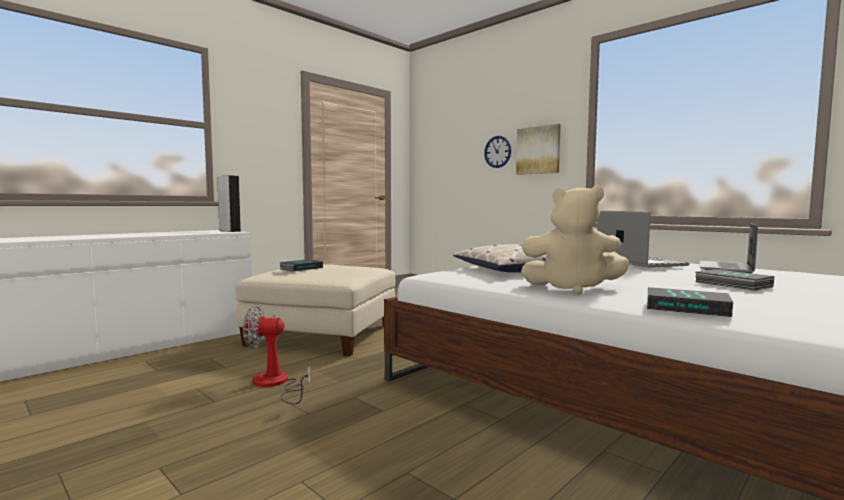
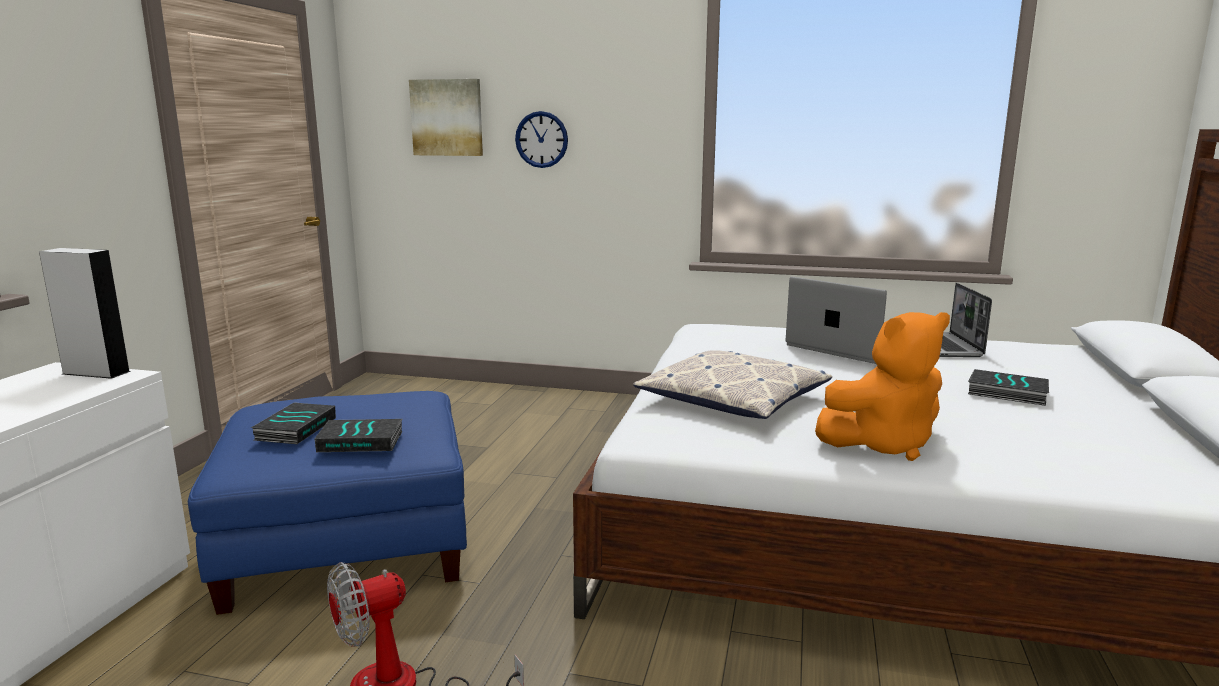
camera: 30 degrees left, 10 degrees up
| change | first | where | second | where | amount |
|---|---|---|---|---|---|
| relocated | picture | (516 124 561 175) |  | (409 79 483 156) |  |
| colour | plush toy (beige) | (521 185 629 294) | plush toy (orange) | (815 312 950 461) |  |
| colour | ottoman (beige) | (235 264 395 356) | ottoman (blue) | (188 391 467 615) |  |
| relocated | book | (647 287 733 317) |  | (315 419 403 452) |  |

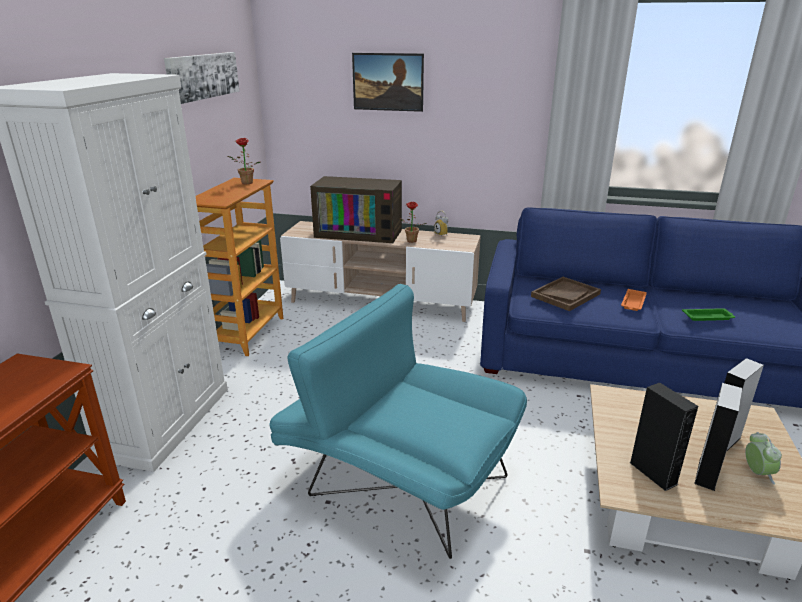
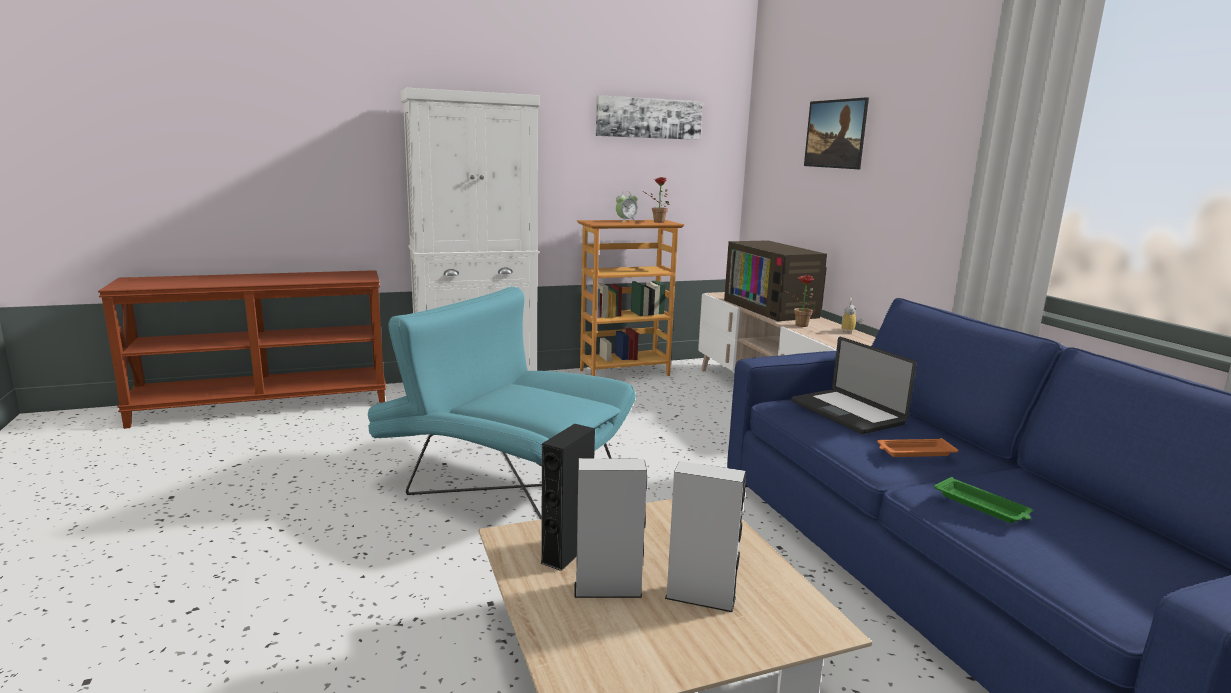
camera: 55 degrees right, 10 degrees down
| change | first | where | second | where | amount |
|---|---|---|---|---|---|
| exchanged | tray (brown) | (531 277 601 311) | laptop | (791 337 916 434) |  |
| spun | armchair (turquoise) | (269 284 527 559) |  | (367 287 636 519) | 60 degrees counterclockwise |
| relocated | alarm clock | (745 432 782 485) |  | (616 191 638 222) |  |

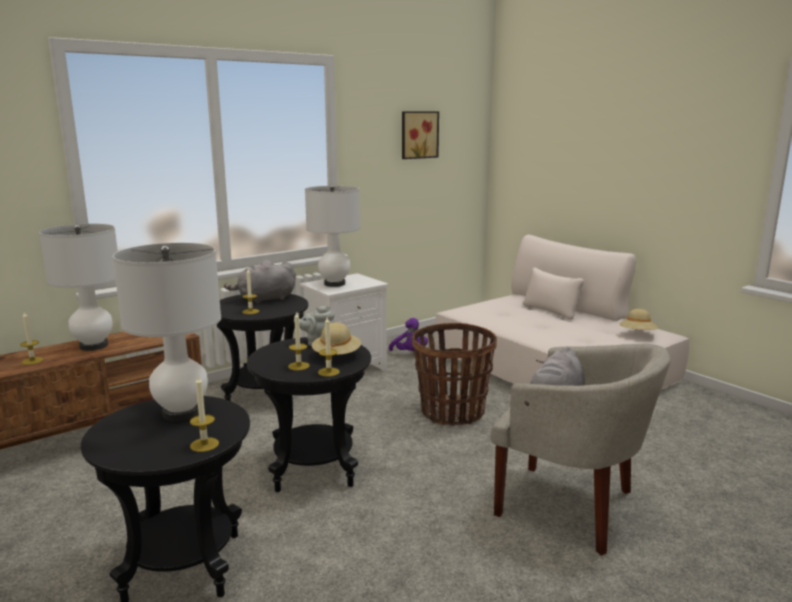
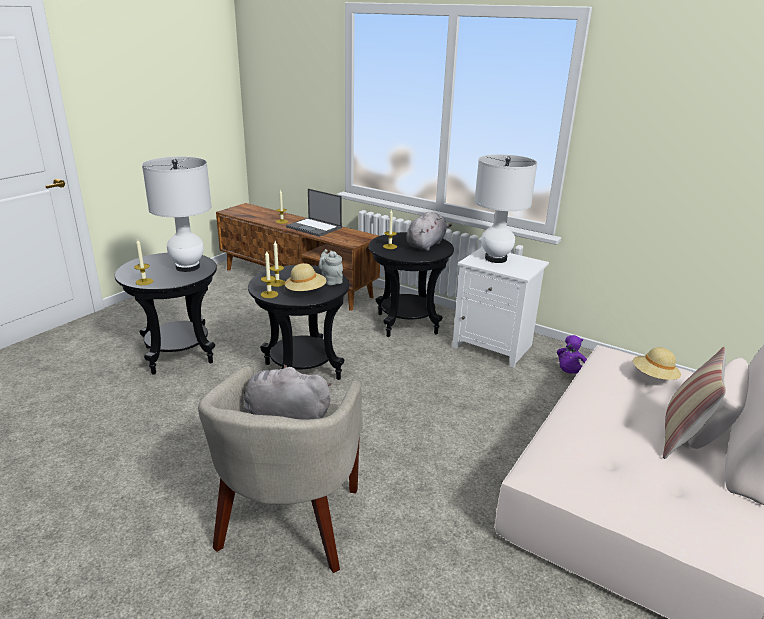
camera: 70 degrees right, 10 degrees up
| change | first | where | second | where | amount |
|---|---|---|---|---|---|
| missing | picture | (402 111 439 159) |  |  |  |
| exchanged | table lamp (white) | (39 224 118 351) | laptop | (286 189 342 237) |  |
| spun | plush toy (grey) | (224 260 296 304) |  | (406 212 452 251) | 75 degrees clockwise |
| relocated | hat (beige) | (619 309 658 330) |  | (633 347 681 380) |  |
| missing | basket | (412 323 497 425) |  |  |  |
| appeared |  |  | pillow | (663 347 726 459) |  |

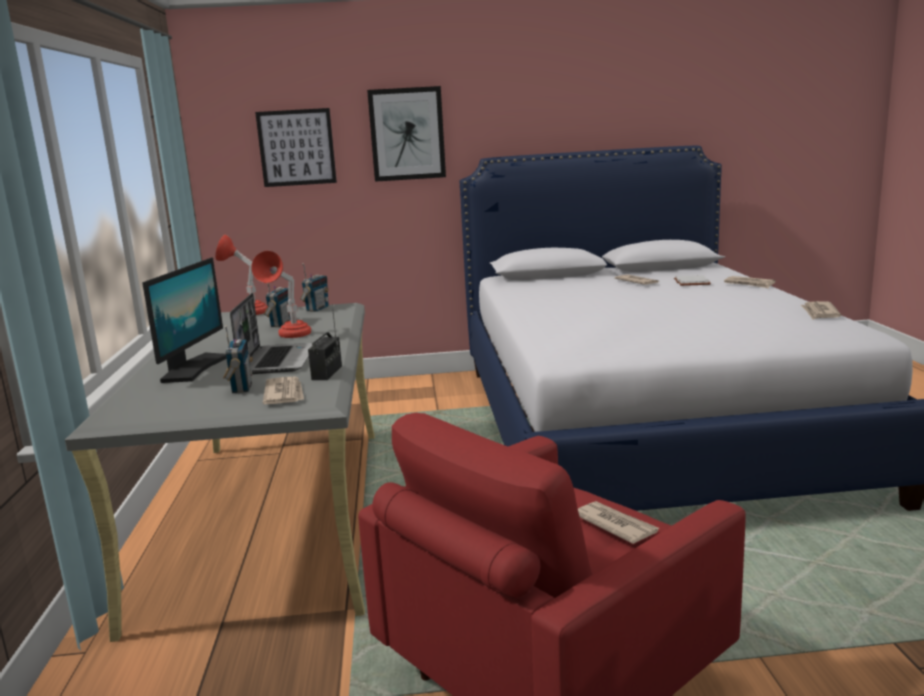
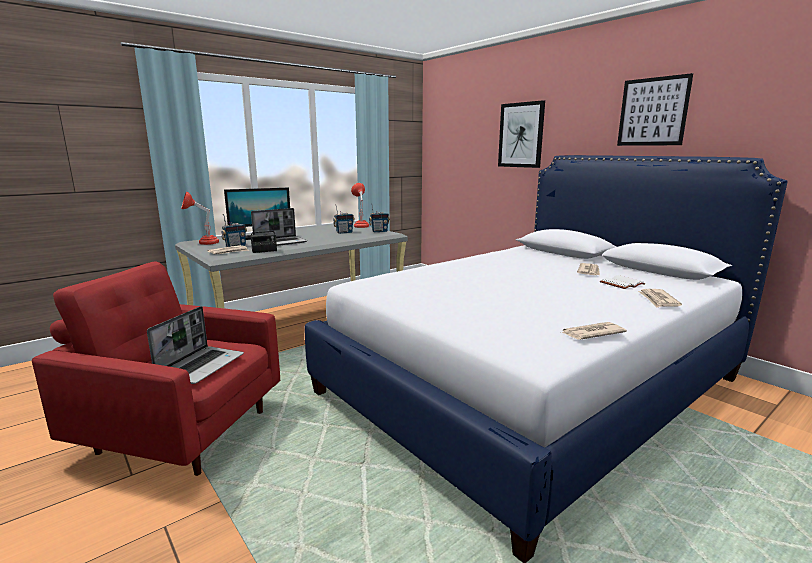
camera: 55 degrees right, 0 degrees up
| change | first | where | second | where | amount |
|---|---|---|---|---|---|
| relocated | picture | (255 108 337 187) |  | (617 73 693 146) |  |
| relocated | table lamp (red) | (251 251 311 338) |  | (181 191 219 245) |  |
| exchanged | newspaper | (578 501 659 544) | laptop | (147 306 244 384) |  |

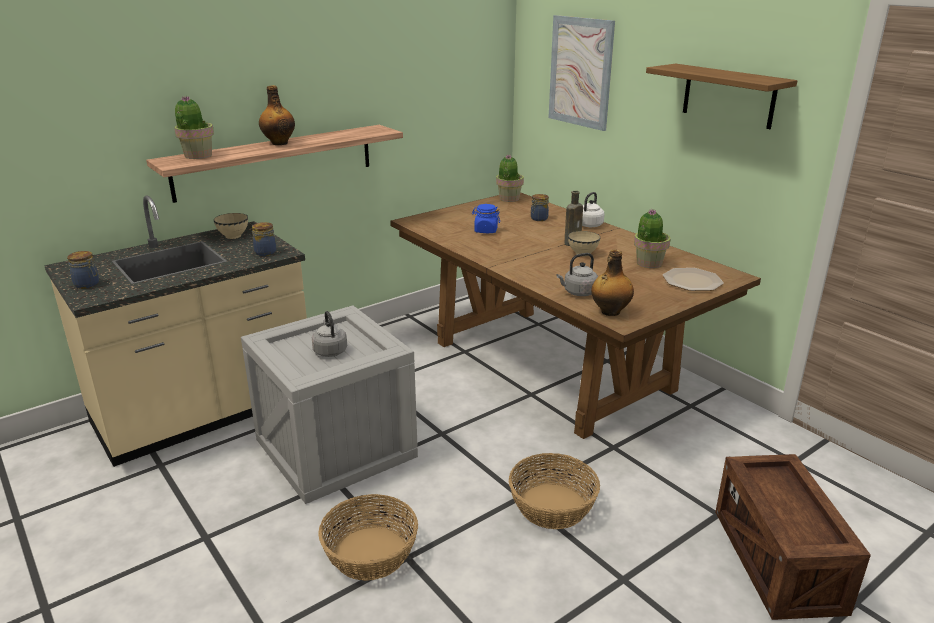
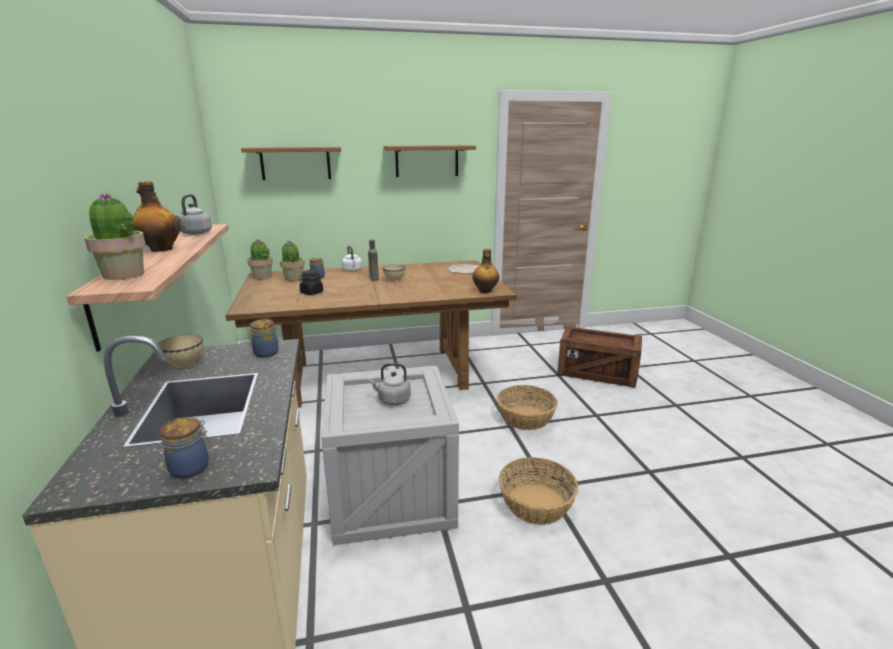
camera: 65 degrees left, 5 degrees down
| change | first | where | second | where | amount |
|---|---|---|---|---|---|
| exchanged | picture | (548 15 615 131) | shelf | (241 147 341 180) |  |
| colour | jar (blue) | (472 204 500 233) | jar (black) | (299 270 323 295) |  |
| relocated | potted plant | (634 209 671 268) |  | (280 241 305 281) |  |
| relocated | kettle (grey) | (556 253 598 296) |  | (176 194 212 235) |  |

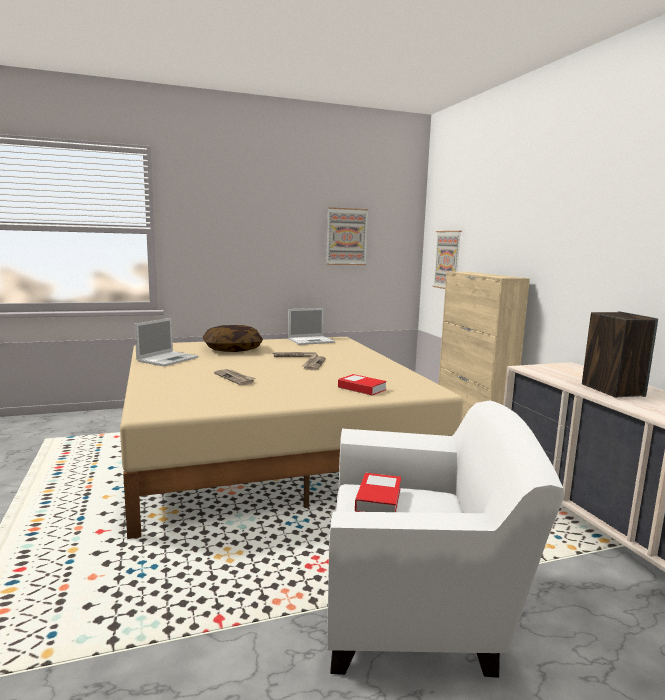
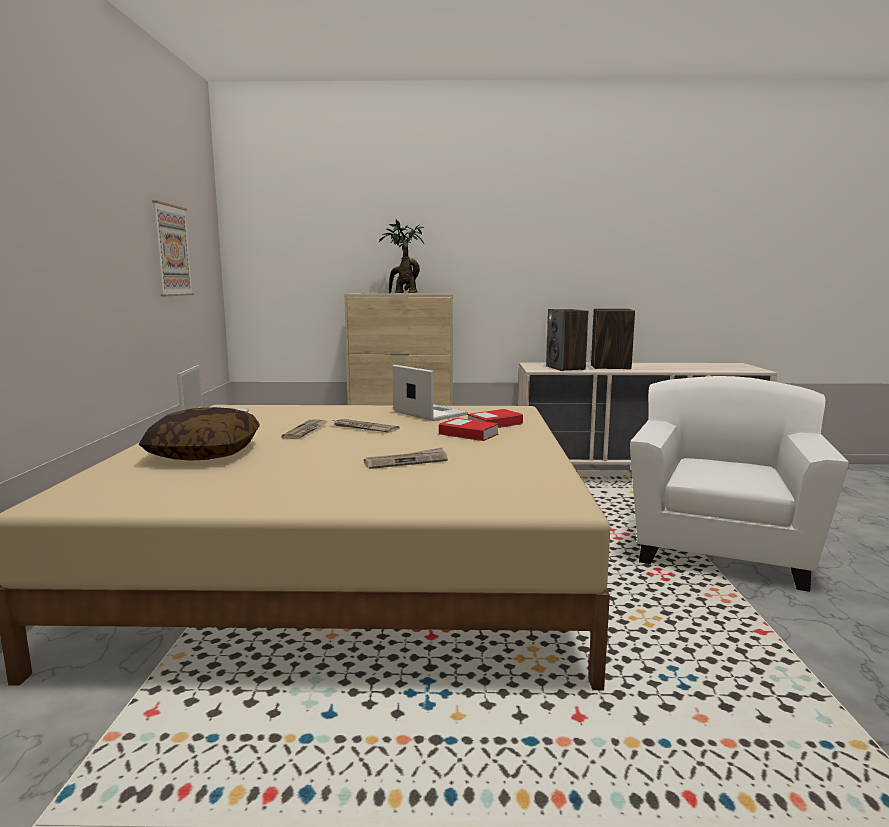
camera: 70 degrees left, 0 degrees up
| change | first | where | second | where | amount |
|---|---|---|---|---|---|
| missing | picture | (432 231 462 289) |  |  |  |
| relocated | laptop | (134 318 199 366) |  | (392 365 468 421) |  |
| relocated | book | (355 473 401 512) |  | (439 418 499 441) |  |
| appeared |  |  | potted plant | (379 220 424 293) |  |
| appeared |  |  | speaker | (546 309 588 371) |  |

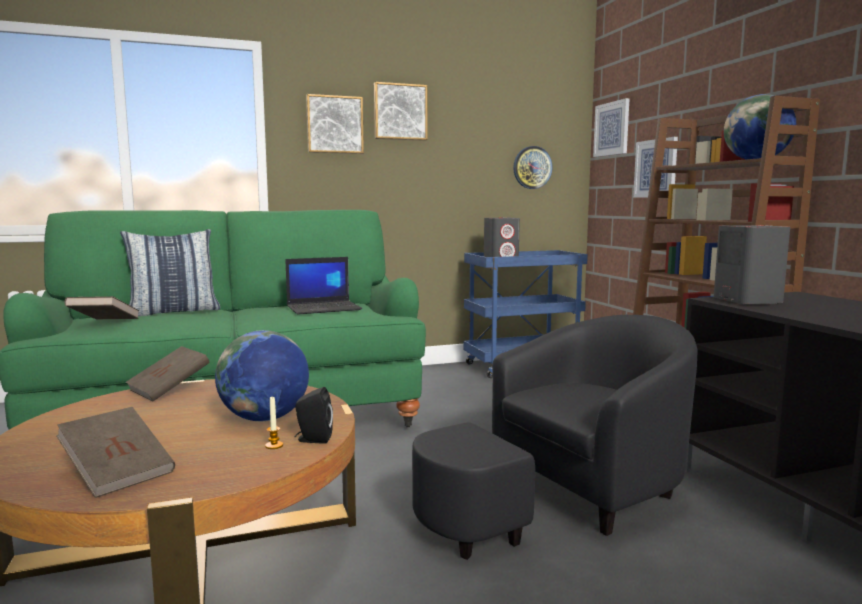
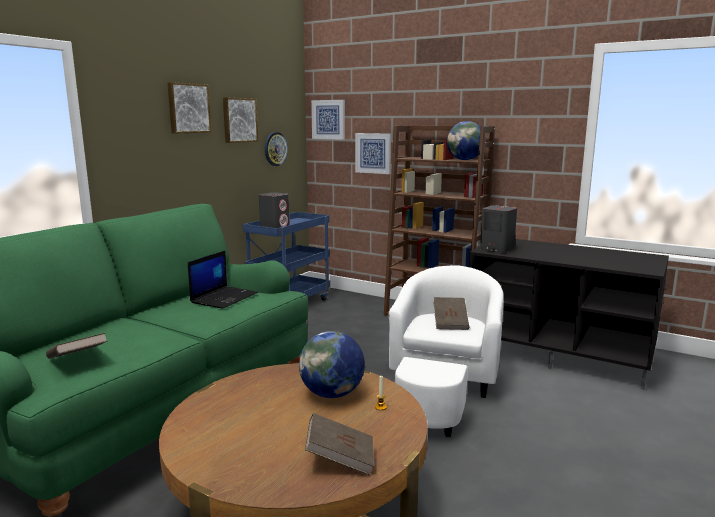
camera: 40 degrees left, 5 degrees up
| change | first | where | second | where | amount |
|---|---|---|---|---|---|
| relocated | picture | (306 94 364 154) |  | (223 97 258 143) |  |
| missing | pillow | (120 229 220 316) |  |  |  |
| colour | armchair (black) | (412 315 697 560) | armchair (white) | (389 265 504 437) |  |
| relocated | book (brown) | (125 346 210 402) |  | (433 297 469 330) |  |
| missing | speaker (black) | (294 387 333 444) |  |  |  |

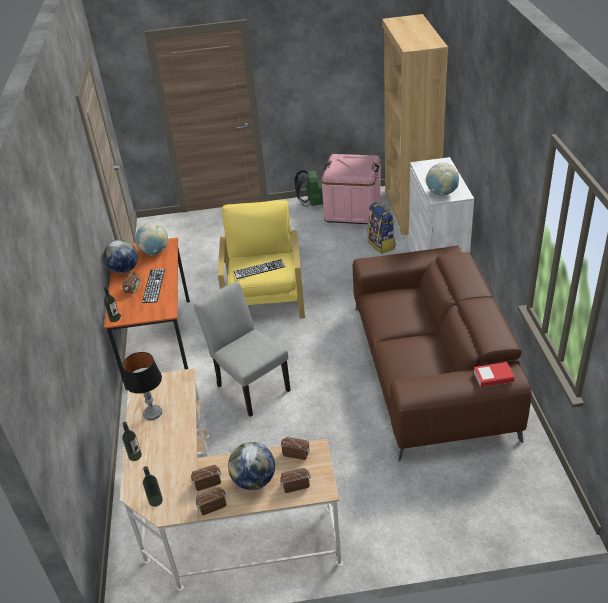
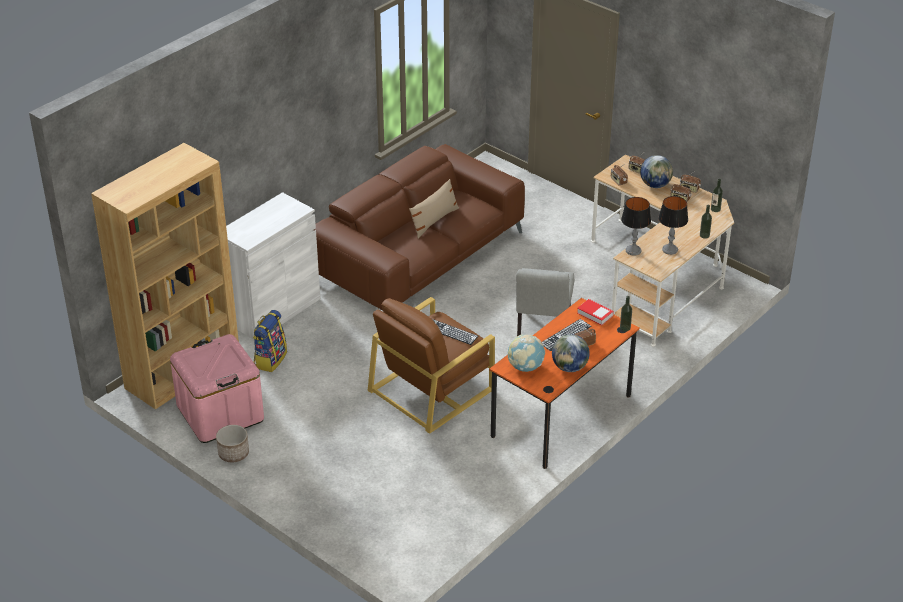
camera: 135 degrees left, 0 degrees up
| change | first | where | second | where | amount |
|---|---|---|---|---|---|
| missing | globe | (425 162 459 196) |  |  |  |
| exchanged | backpack (green) | (294 170 323 207) | planter | (216 425 249 462) |  |
| colour | armchair (yellow) | (218 200 305 318) | armchair (brown) | (367 297 495 434) |  |
| relocated | book | (474 362 515 387) |  | (577 299 614 326) |  |
| appeared |  |  | pillow (beige) | (409 179 459 239) |  |
| appeared |  |  | table lamp | (621 197 651 256) |  |

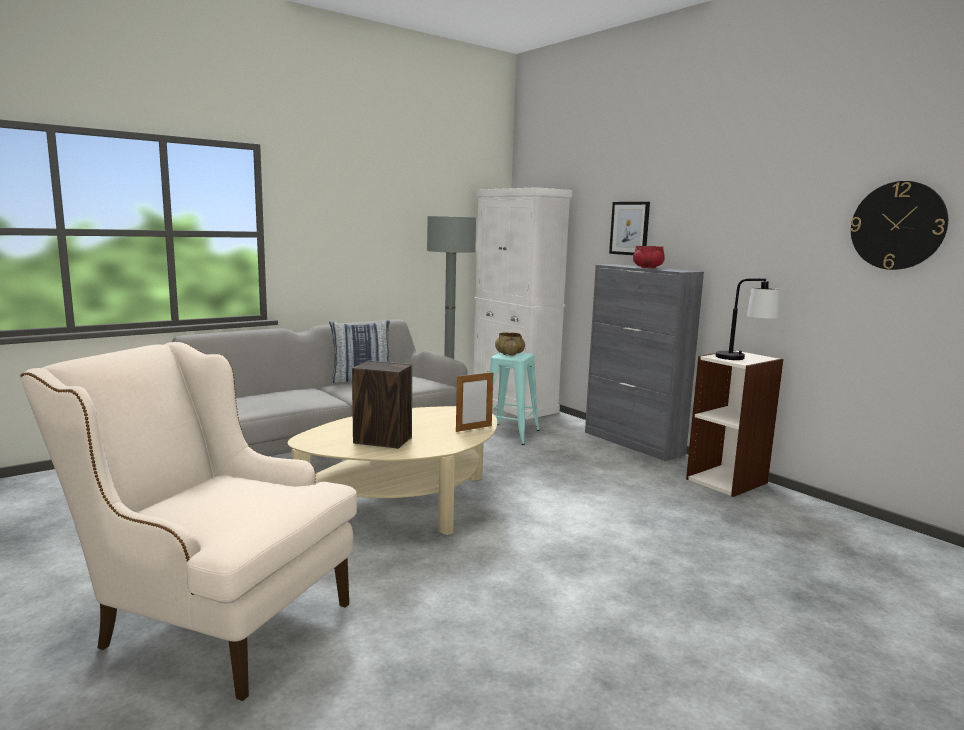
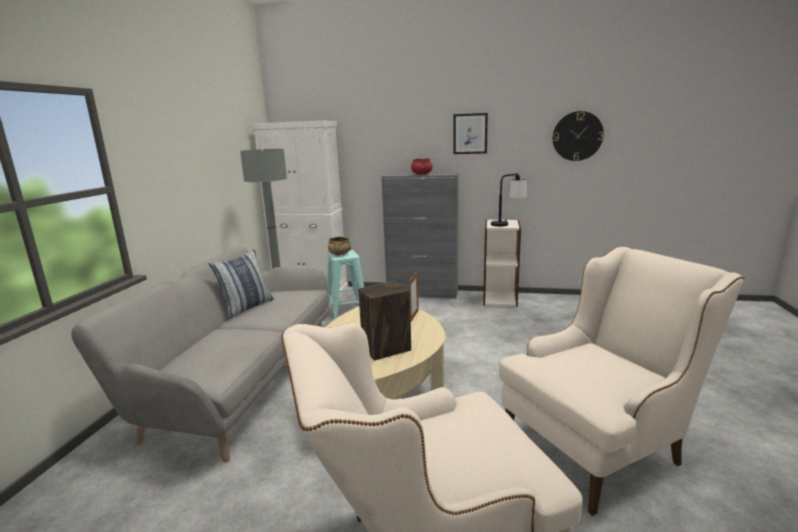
camera: 40 degrees left, 5 degrees up
| change | first | where | second | where | amount |
|---|---|---|---|---|---|
| relocated | picture | (609 202 650 255) |  | (454 113 488 154) |  |
| appeared |  |  | armchair (beige) | (499 247 744 516) |  |

